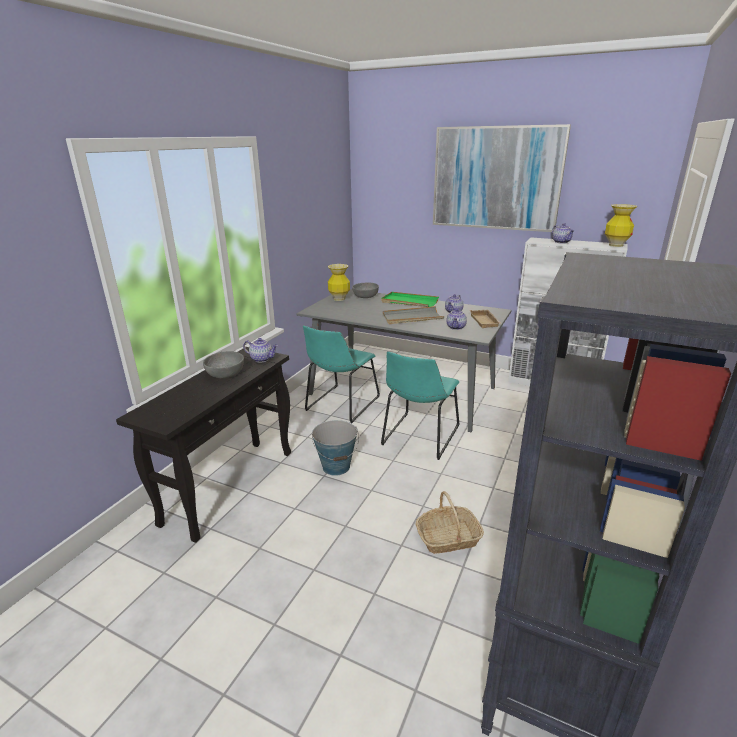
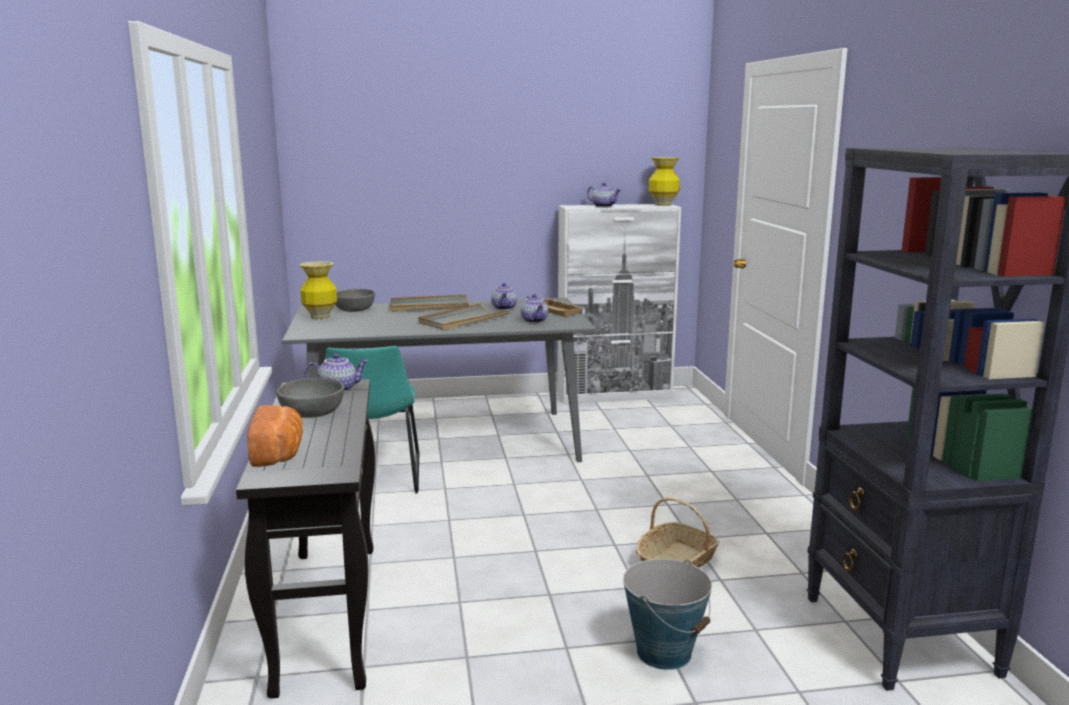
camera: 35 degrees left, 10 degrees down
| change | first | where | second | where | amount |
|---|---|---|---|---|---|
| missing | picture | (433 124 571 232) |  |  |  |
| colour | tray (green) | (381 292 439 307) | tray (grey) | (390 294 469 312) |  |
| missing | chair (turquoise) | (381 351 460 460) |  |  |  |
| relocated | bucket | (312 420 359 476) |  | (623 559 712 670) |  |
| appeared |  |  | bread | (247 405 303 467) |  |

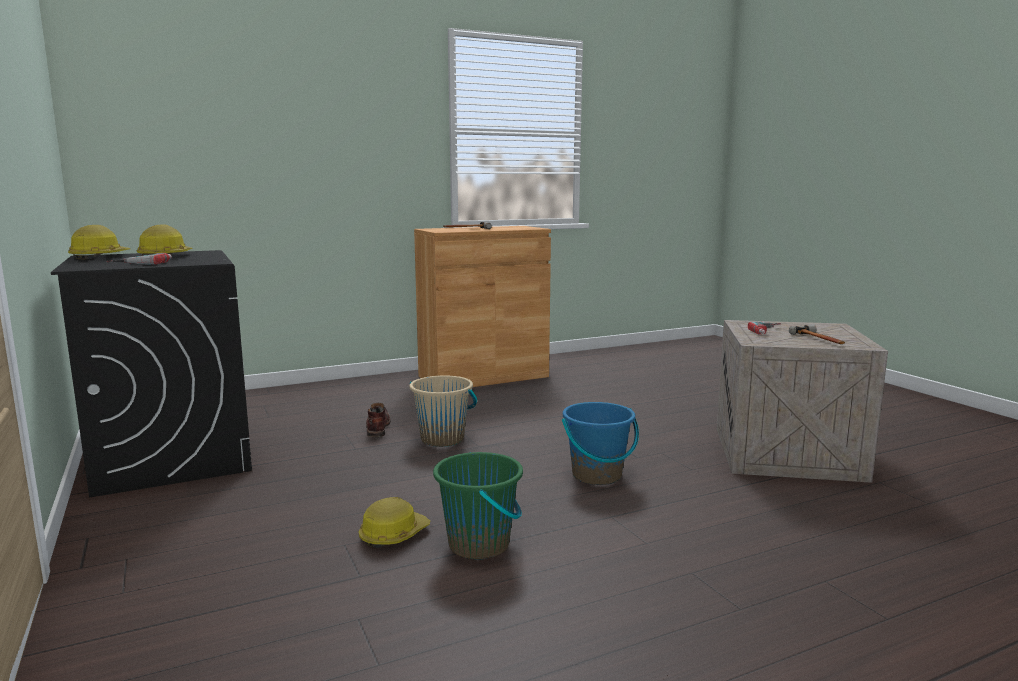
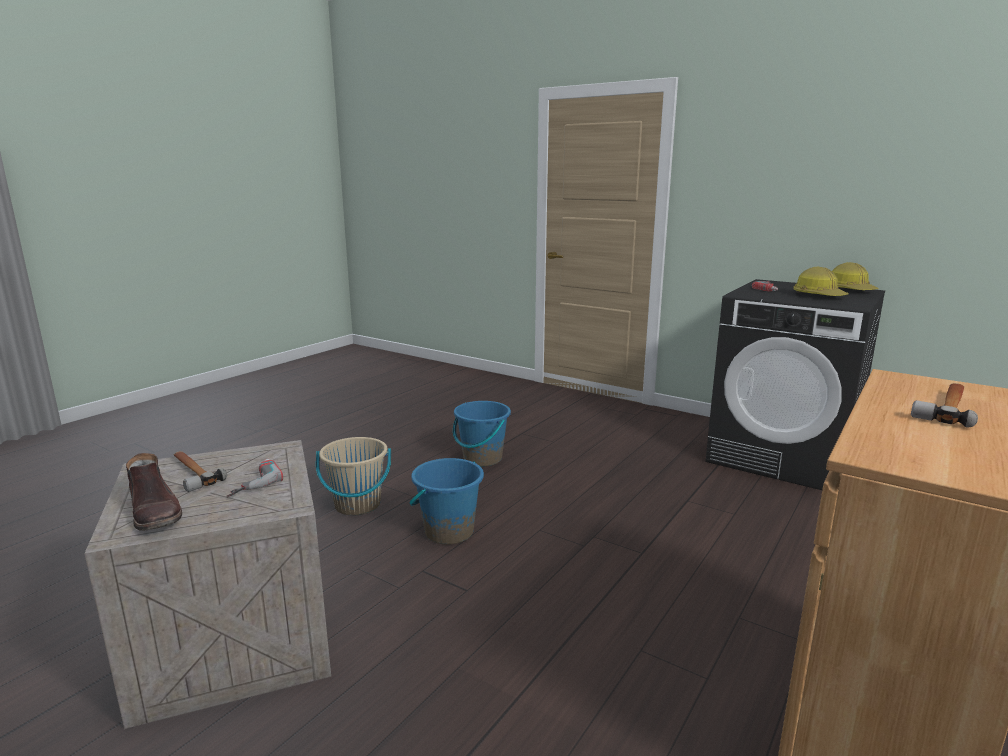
camera: 150 degrees right, 5 degrees up
| change | first | where | second | where | amount |
|---|---|---|---|---|---|
| relocated | bucket (beige) | (410 375 477 447) |  | (316 437 391 515) |  |
| relocated | boot (brown) | (366 403 391 437) |  | (126 453 182 531) |  |
| colour | bucket (green) | (433 452 523 559) | bucket (blue) | (453 401 511 467) |  |
| missing | hard hat | (359 497 431 548) |  |  |  |

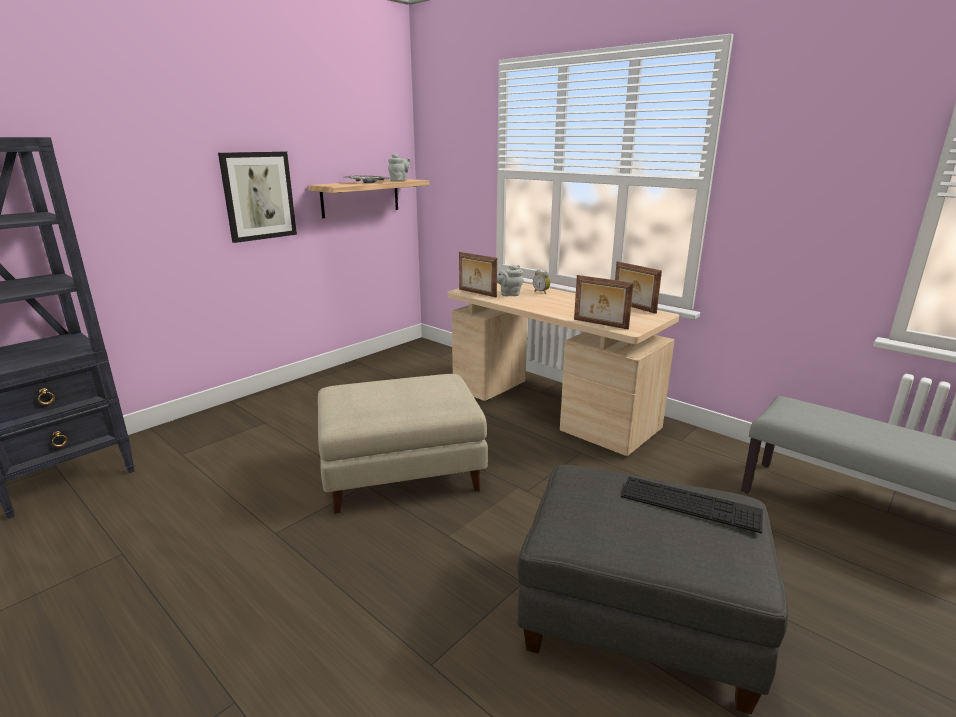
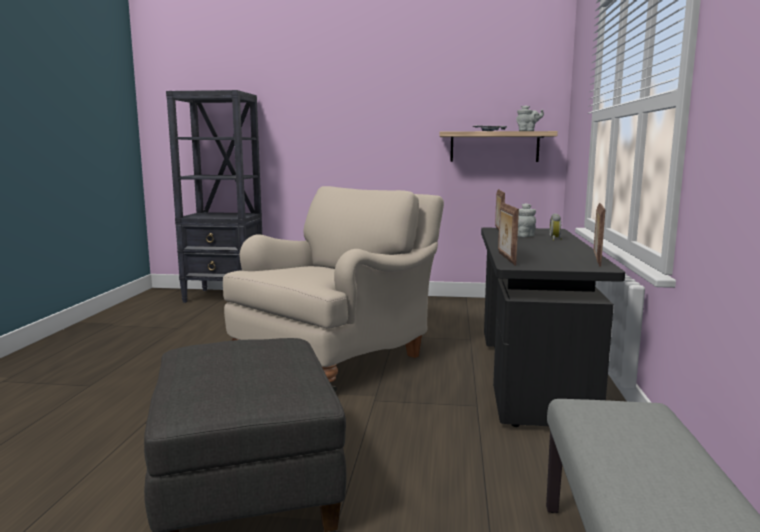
camera: 55 degrees right, 10 degrees down
| change | first | where | second | where | amount |
|---|---|---|---|---|---|
| missing | picture | (218 152 297 243) |  |  |  |
| colour | desk (beige) | (447 283 679 456) | desk (black) | (481 228 625 427) |  |
| exchanged | ottoman (beige) | (318 374 488 514) | armchair (beige) | (223 186 444 392) |  |
| missing | keyboard | (621 477 763 534) |  |  |  |

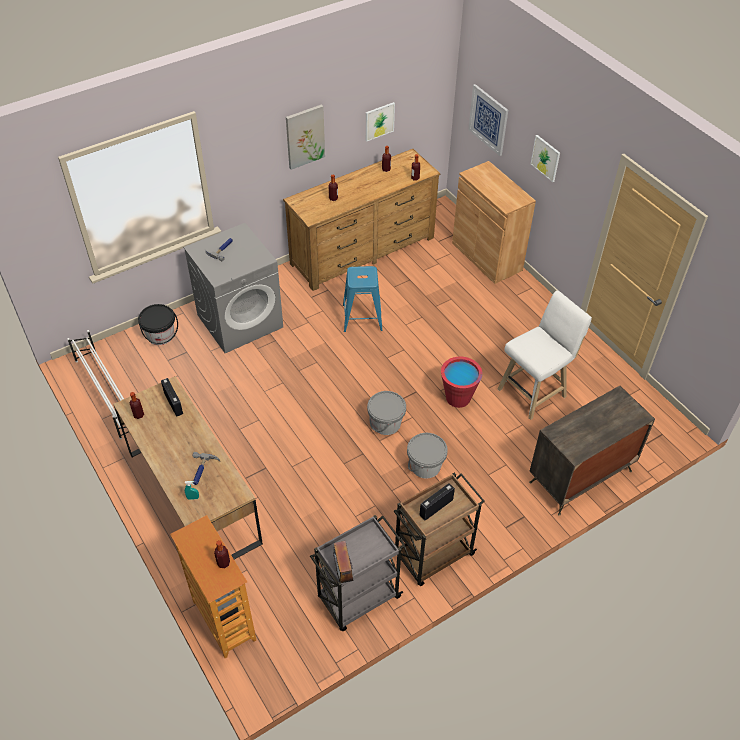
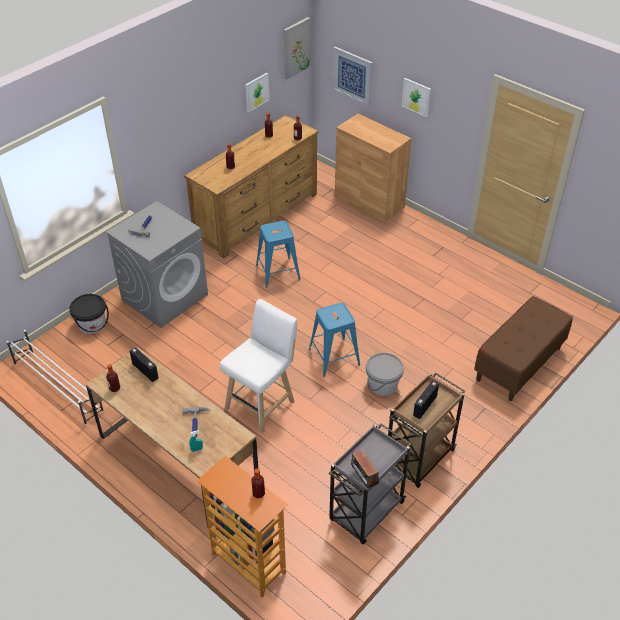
camera: 15 degrees left, 5 degrees down
| change | first | where | second | where | amount |
|---|---|---|---|---|---|
| relocated | picture | (286 104 325 170) |  | (284 17 310 79) |  |
| relocated | stool (white) | (498 291 592 420) |  | (220 299 297 433) |  |
| missing | bucket (red) | (441 356 482 408) |  |  |  |
| exchanged | dresser | (529 386 655 516) | bench (brown) | (474 296 573 401) |  |
| exchanged | bucket (grey) | (367 391 406 435) | stool (blue) | (309 303 360 377) |  |

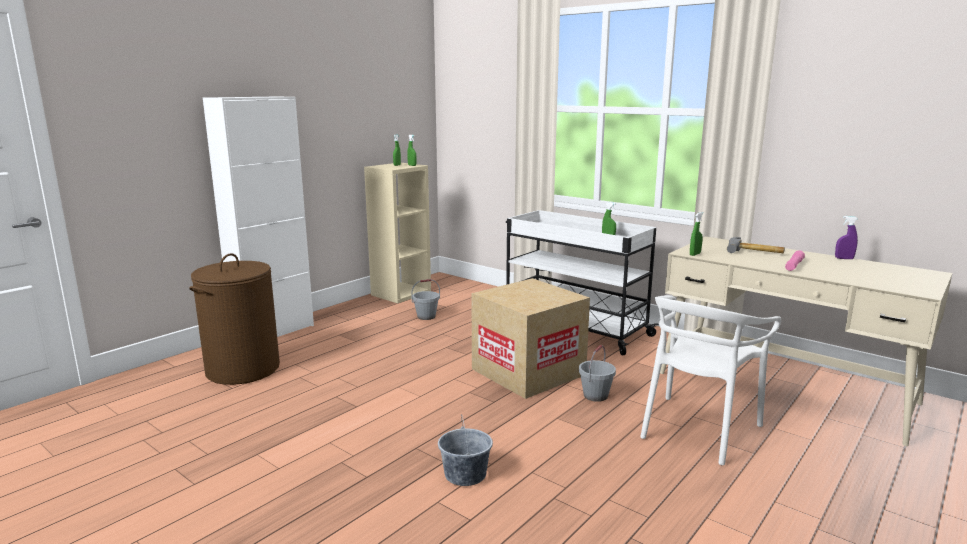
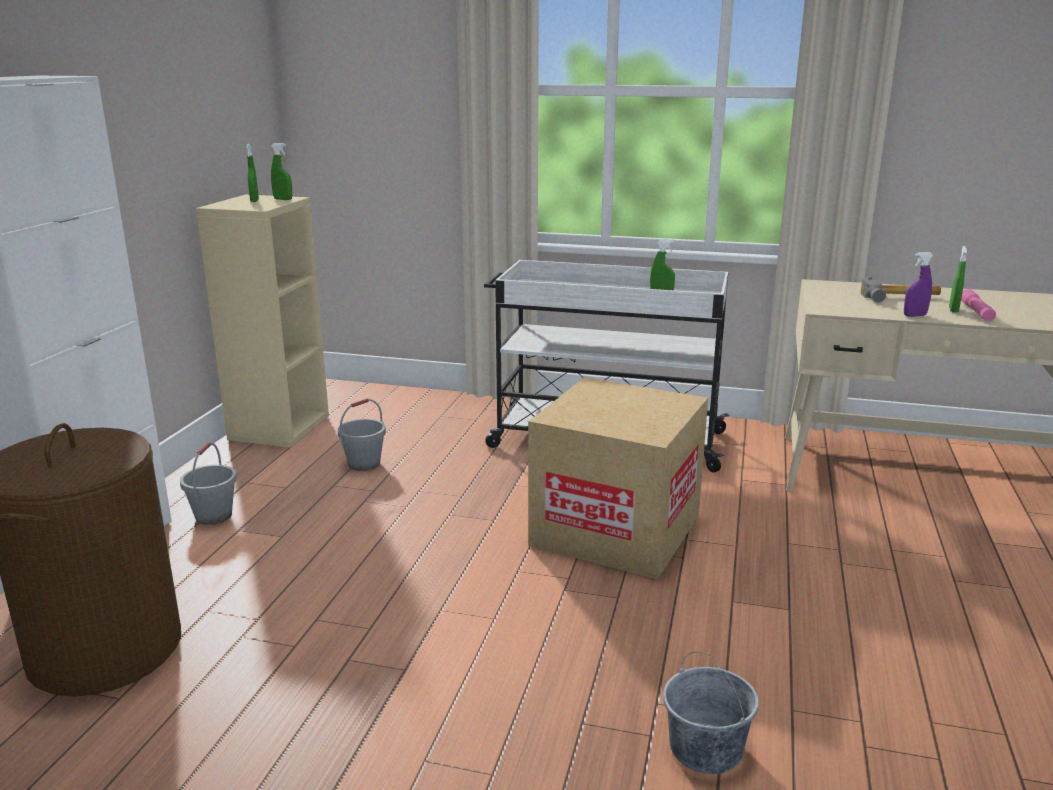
camera: 25 degrees left, 5 degrees up
| change | first | where | second | where | amount |
|---|---|---|---|---|---|
| relocated | spray bottle (green) | (690 212 703 256) |  | (949 246 967 313) |  |
| relocated | spray bottle (purple) | (835 216 858 259) |  | (904 252 934 317) |  |
| missing | chair (white) | (640 295 781 465) |  |  |  |
| relocated | bucket (grey) | (579 345 616 402) |  | (180 442 237 525) |  |

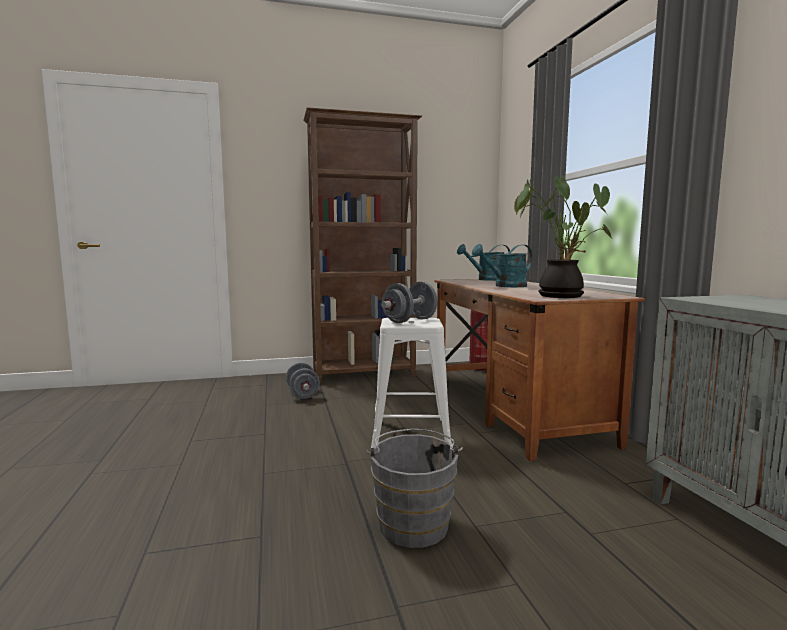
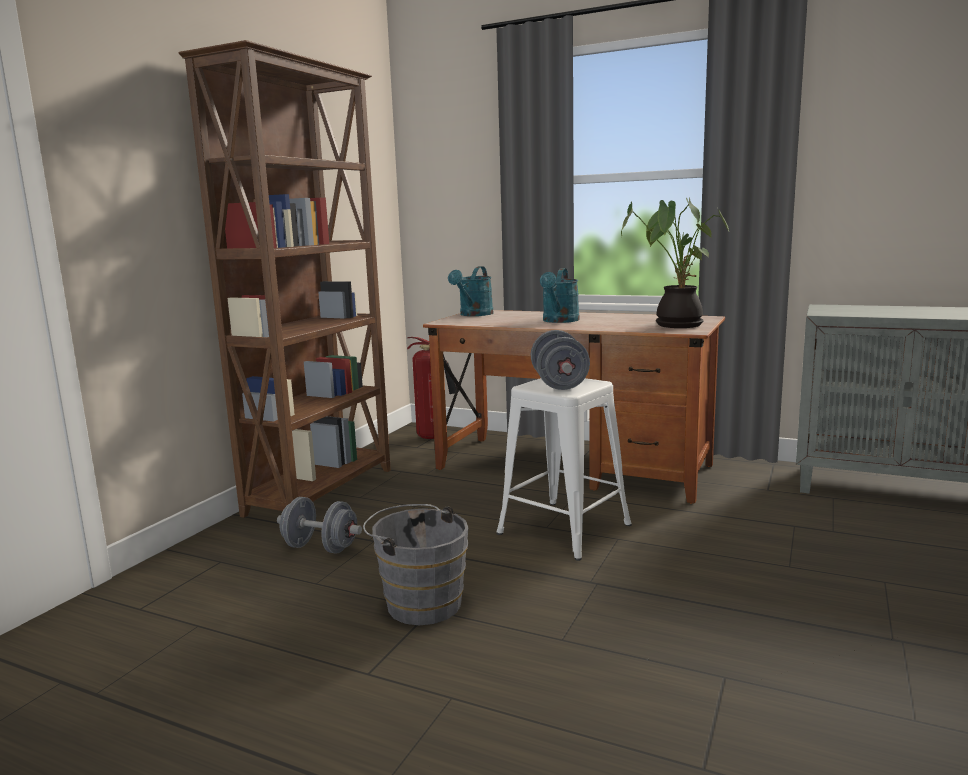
camera: 50 degrees left, 5 degrees up
| change | first | where | second | where | amount |
|---|---|---|---|---|---|
| relocated | bucket (grey) | (366 429 463 548) |  | (363 504 469 625) |  |

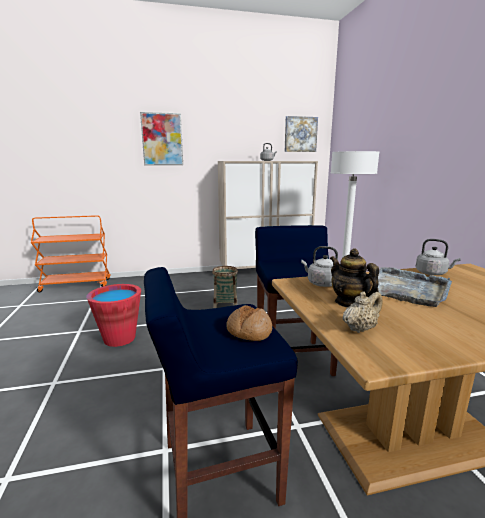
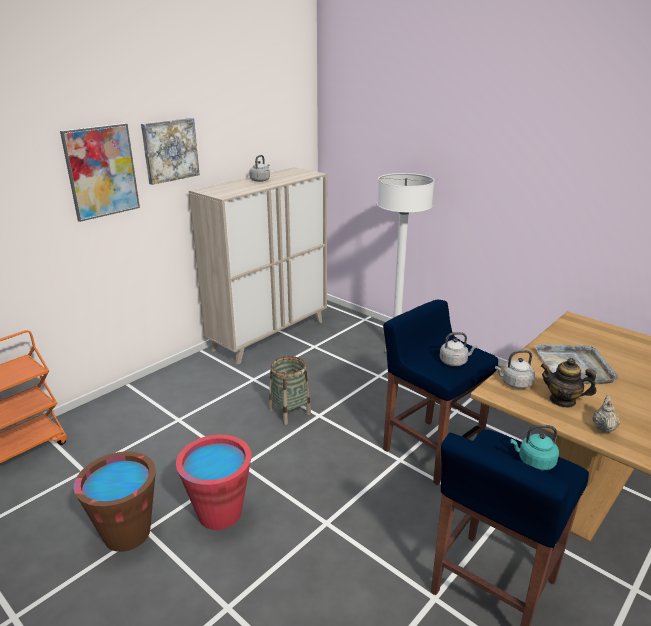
camera: 35 degrees left, 10 degrees up
| change | first | where | second | where | amount |
|---|---|---|---|---|---|
| relocated | picture | (285 116 318 152) |  | (141 118 200 185) |  |
| relocated | kettle (grey) | (416 239 461 275) |  | (440 332 477 366) |  |
| exchanged | bread | (226 305 272 341) | kettle (turquoise) | (510 425 559 471) |  |
| appeared |  |  | bucket (brown) | (74 451 156 552) |  |

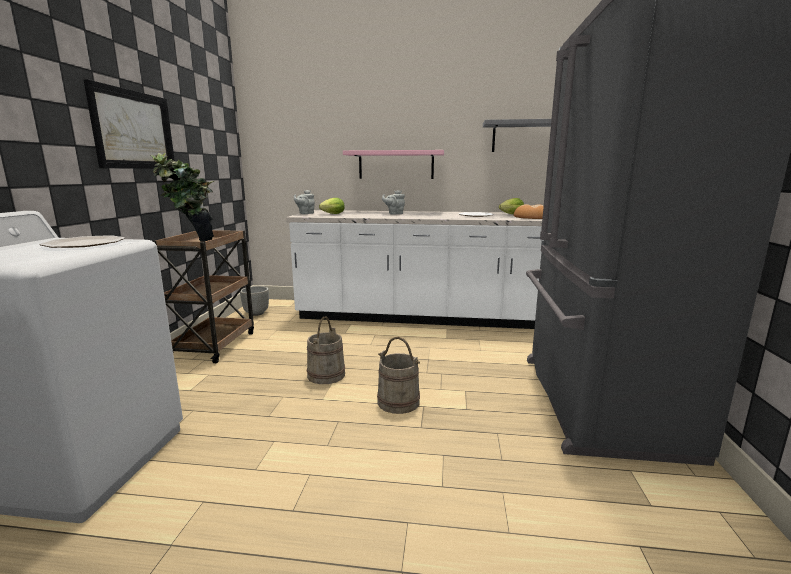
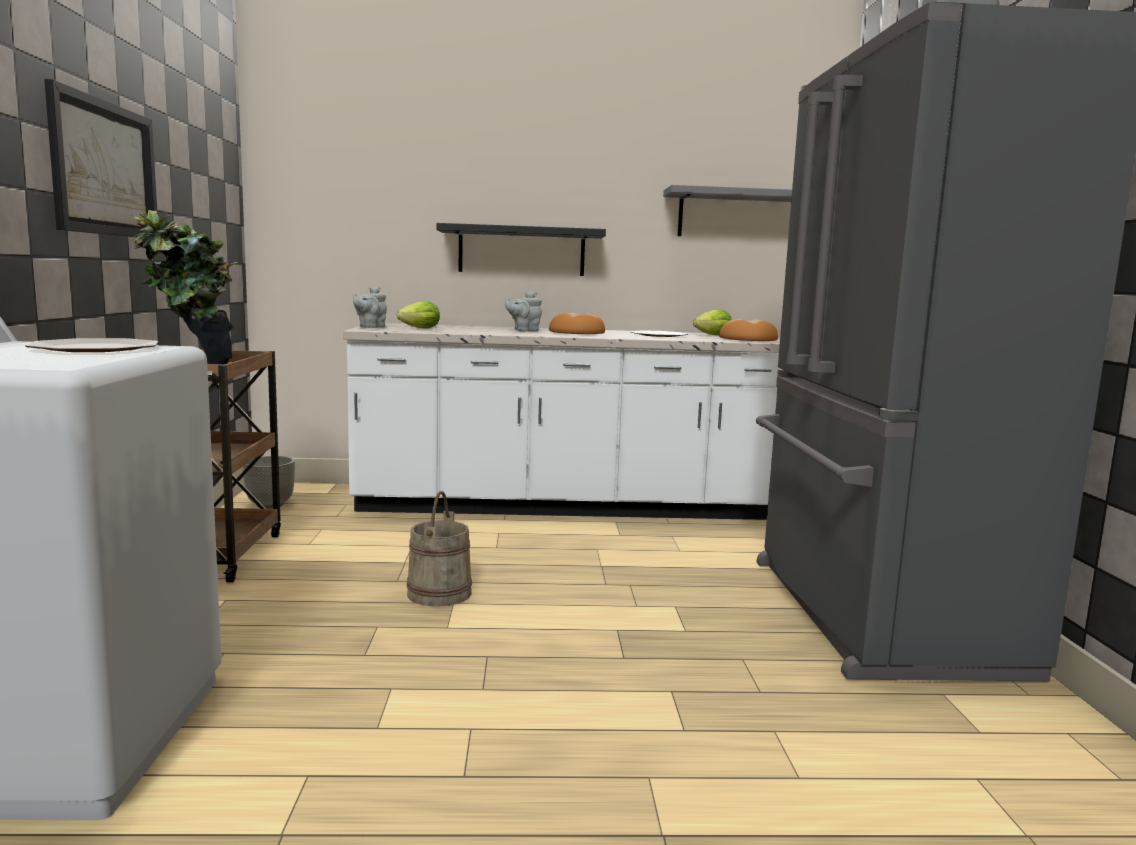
camera: 10 degrees left, 5 degrees down
| change | first | where | second | where | amount |
|---|---|---|---|---|---|
| colour | shelf (pink) | (343 150 444 179) | shelf (black) | (436 223 606 276) |  |
| missing | bucket (beige) | (377 337 420 414) |  |  |  |
| appeared |  |  | bread | (549 313 605 334) |  |

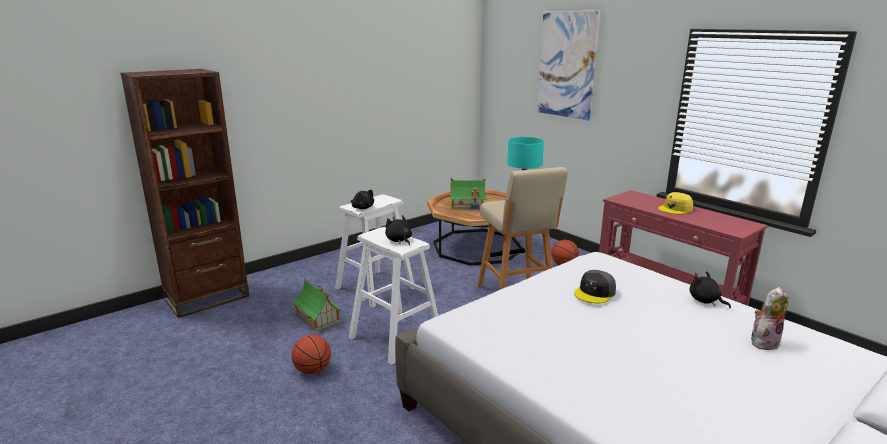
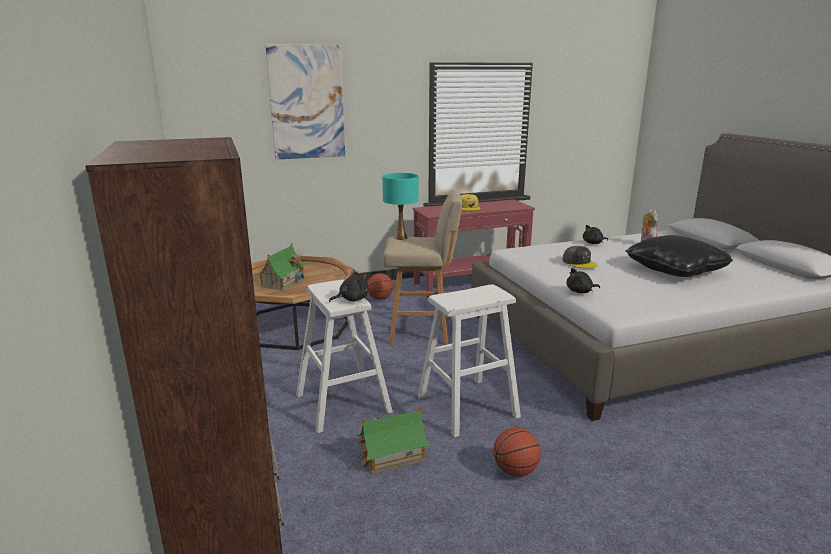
camera: 70 degrees left, 0 degrees up
| change | first | where | second | where | amount |
|---|---|---|---|---|---|
| relocated | plush toy (black) | (385 215 412 246) |  | (566 268 600 293) |  |
| appeared |  |  | pillow (black) | (626 235 733 277) |  |

